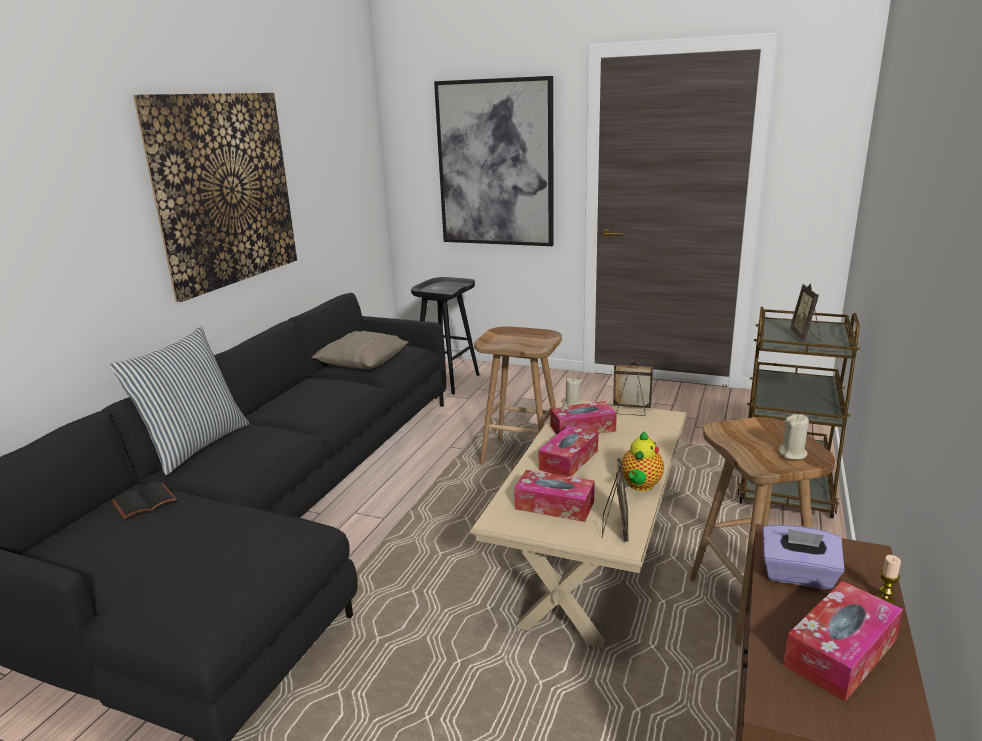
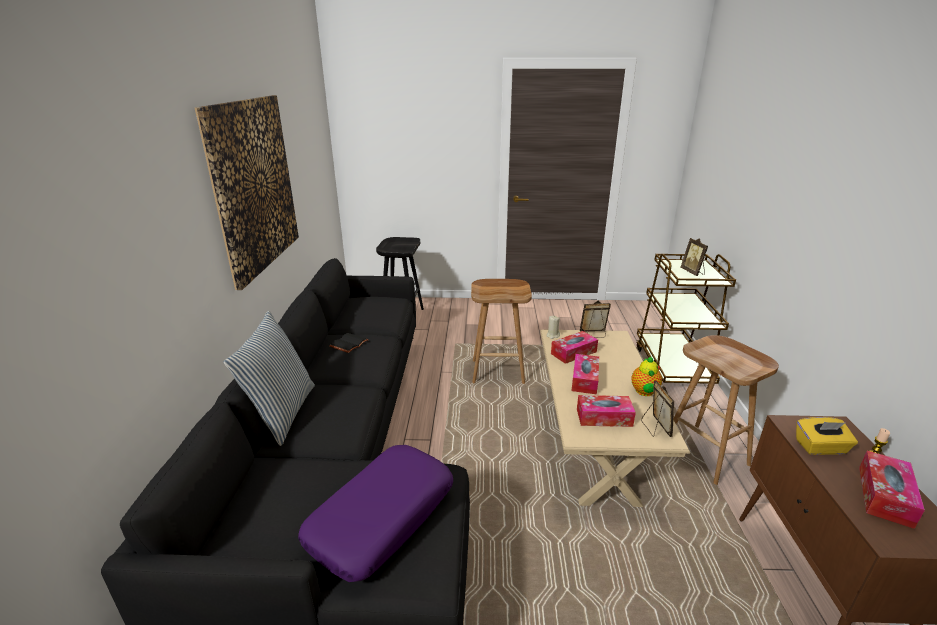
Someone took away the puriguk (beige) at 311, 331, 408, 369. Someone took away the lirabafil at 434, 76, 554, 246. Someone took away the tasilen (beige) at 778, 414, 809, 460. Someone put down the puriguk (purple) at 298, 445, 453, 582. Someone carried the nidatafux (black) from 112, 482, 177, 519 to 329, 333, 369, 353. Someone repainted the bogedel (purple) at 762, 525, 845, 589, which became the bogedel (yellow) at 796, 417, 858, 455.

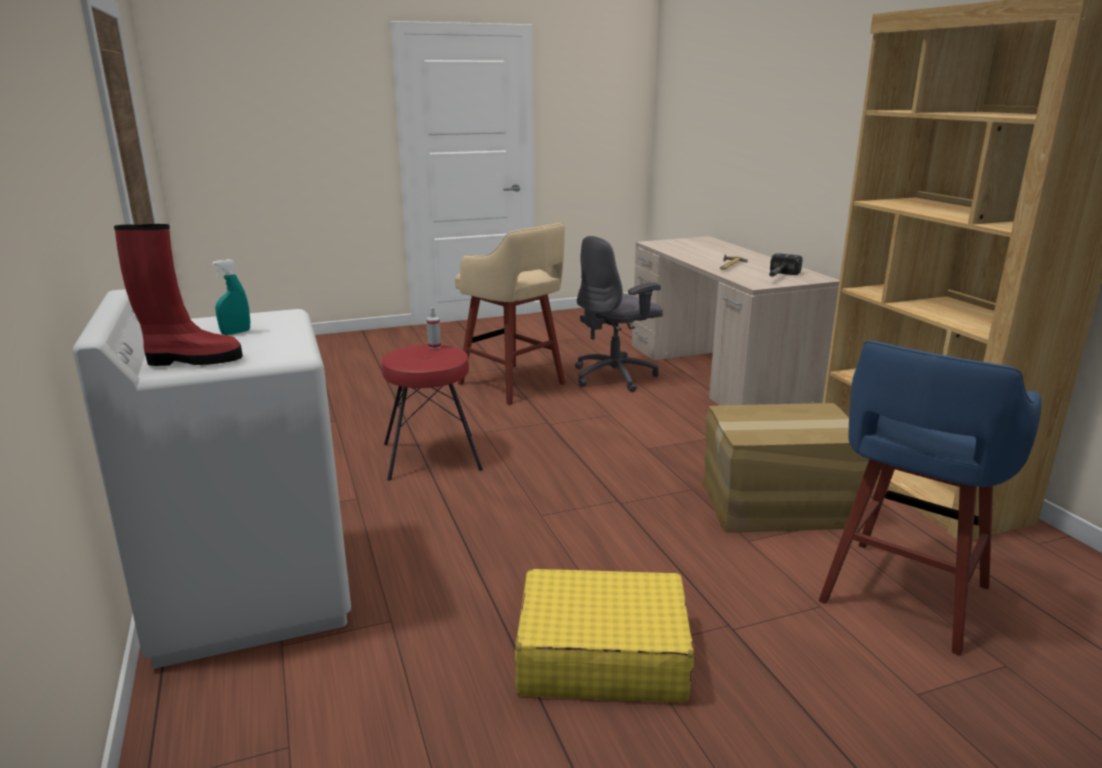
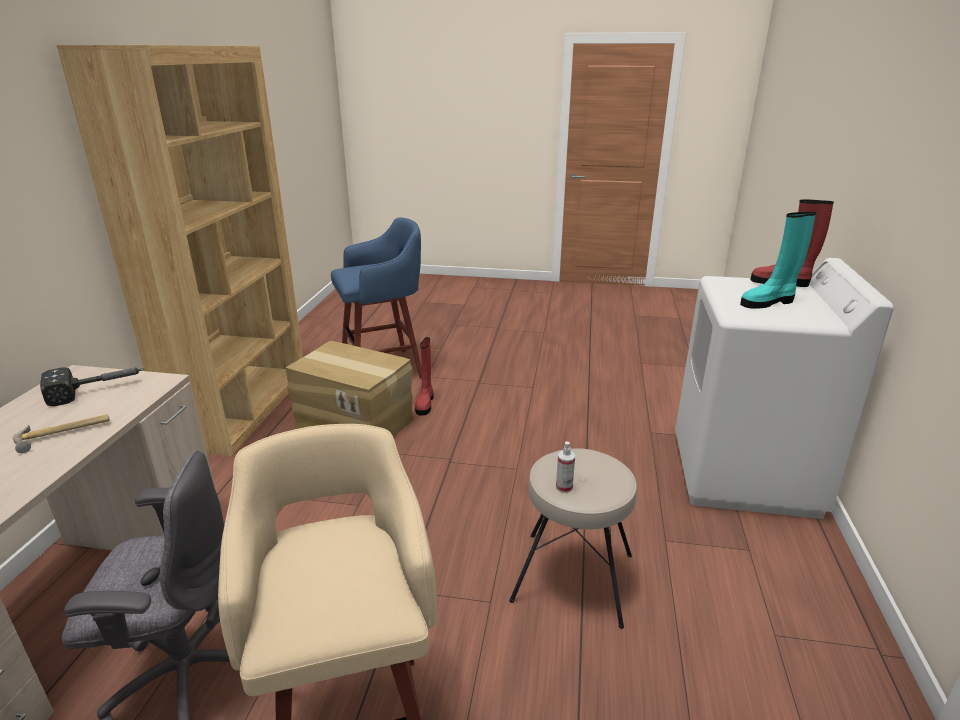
Someone took away the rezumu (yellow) at 515, 569, 694, 702. Someone put down the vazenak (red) at 415, 337, 433, 416. Someone swapped the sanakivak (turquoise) at 212, 259, 250, 335 for the vazenak (turquoise) at 740, 212, 816, 309. Someone repainted the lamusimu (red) at 382, 344, 483, 481, which became the lamusimu (beige) at 509, 448, 637, 629.

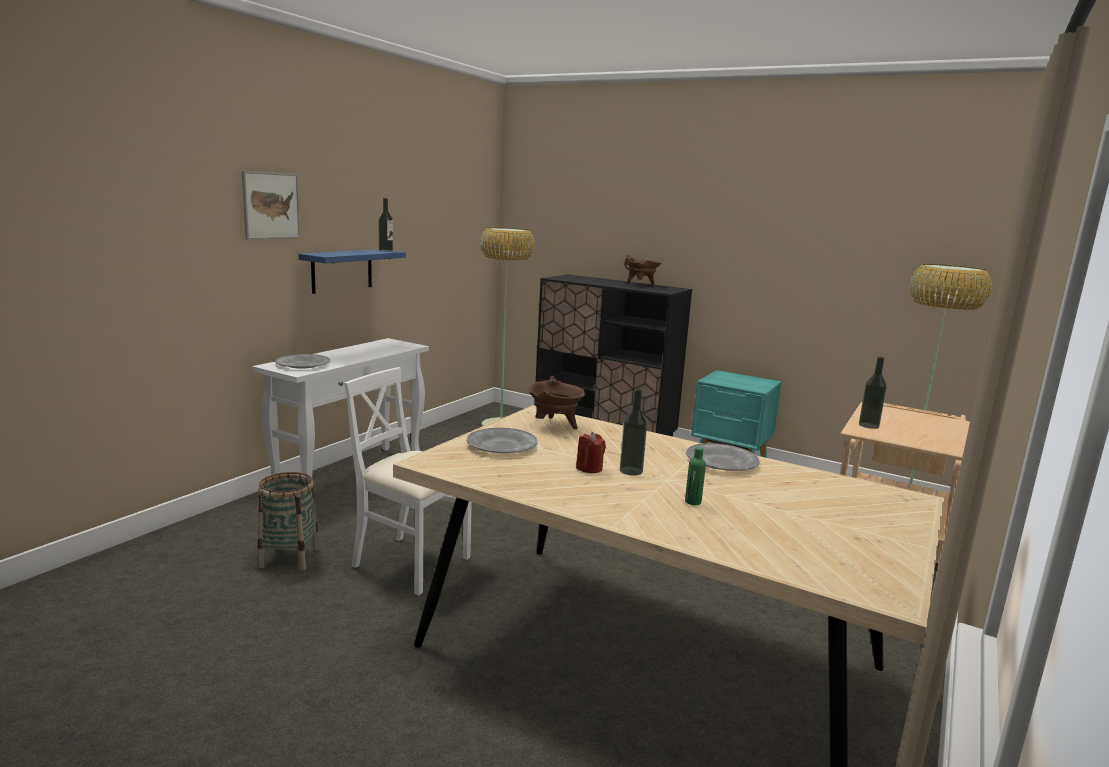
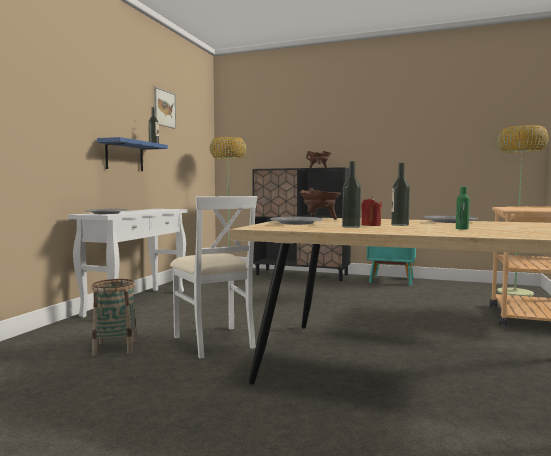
Someone carried the lirabafil from 242, 171, 300, 240 to 154, 87, 176, 129. Someone carried the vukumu from 859, 357, 887, 429 to 342, 161, 361, 228. Someone rotated the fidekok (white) at 344, 367, 472, 595 by 135 degrees counterclockwise.

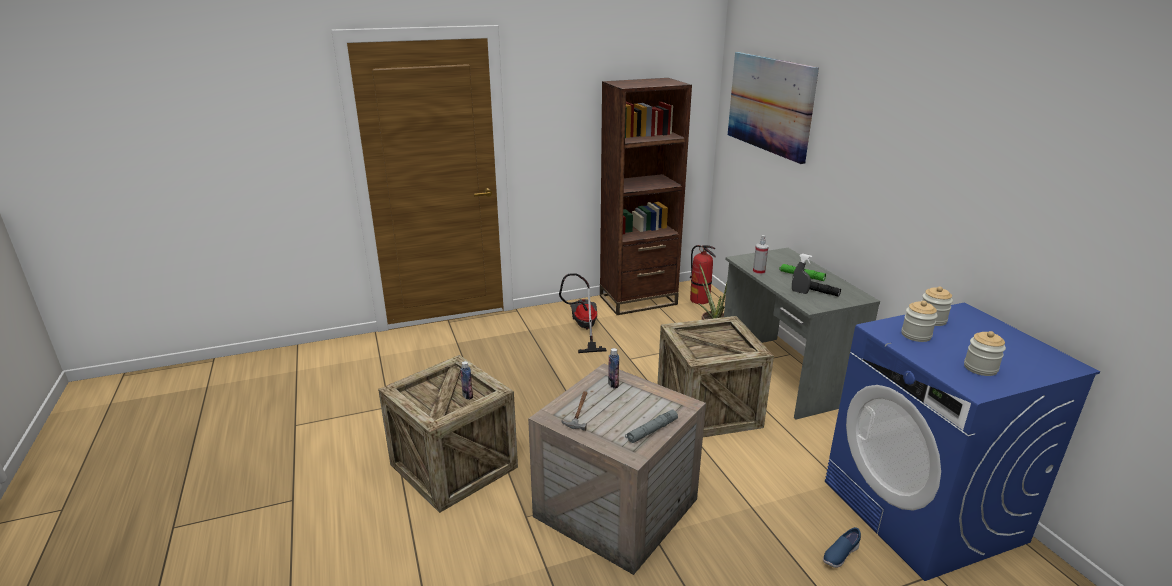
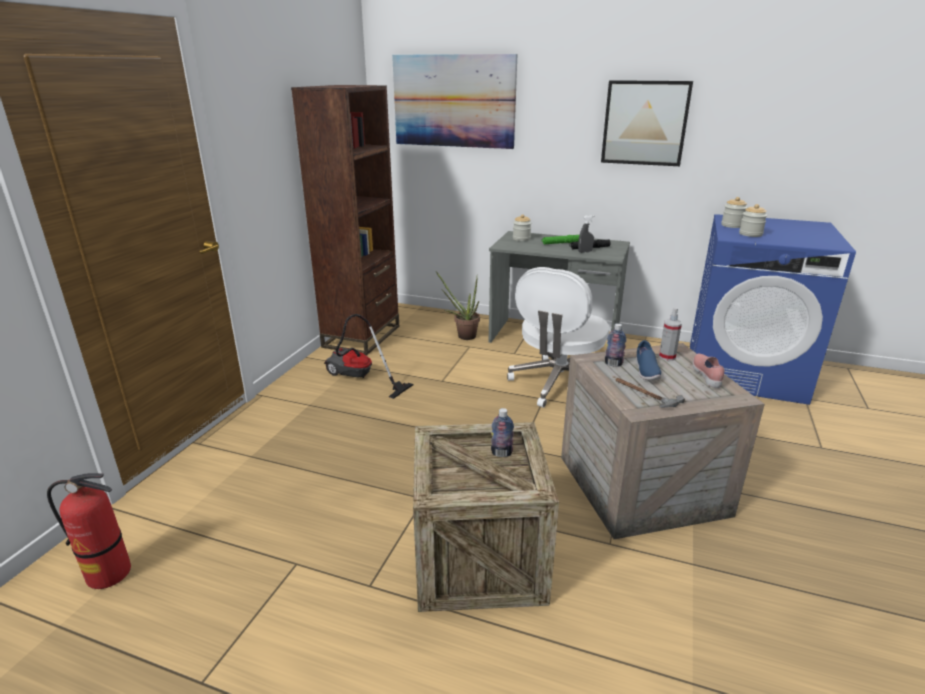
Someone put up the lirabafil at 601, 80, 693, 166. Someone carried the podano from 690, 245, 716, 304 to 47, 473, 131, 589. Someone carried the sanakivak from 753, 235, 769, 275 to 659, 308, 682, 361. Someone carried the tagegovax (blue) from 823, 527, 861, 568 to 636, 340, 661, 380. Someone carried the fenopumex from 964, 331, 1006, 376 to 513, 214, 531, 241. Someone swapped the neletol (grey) at 625, 409, 678, 443 for the tagegovax (pink) at 693, 354, 724, 388. Someone swapped the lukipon at 657, 316, 774, 437 for the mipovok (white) at 507, 267, 609, 408.

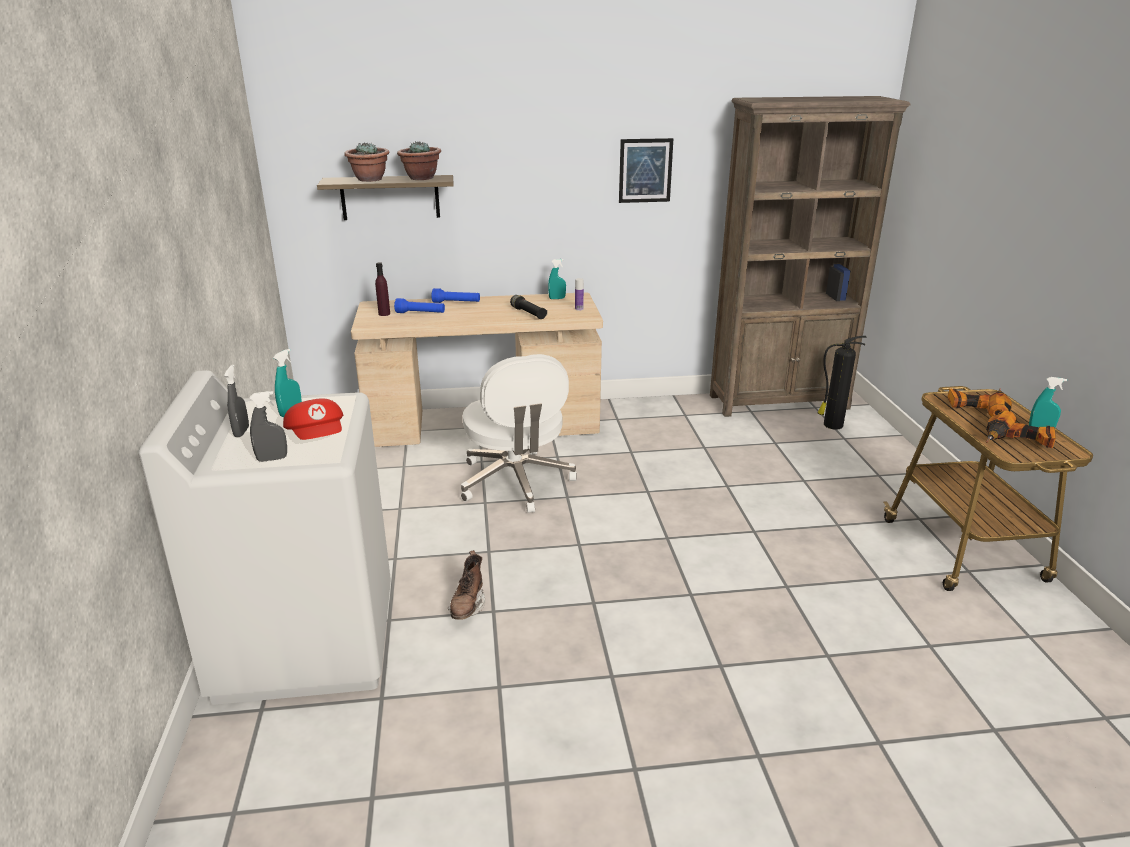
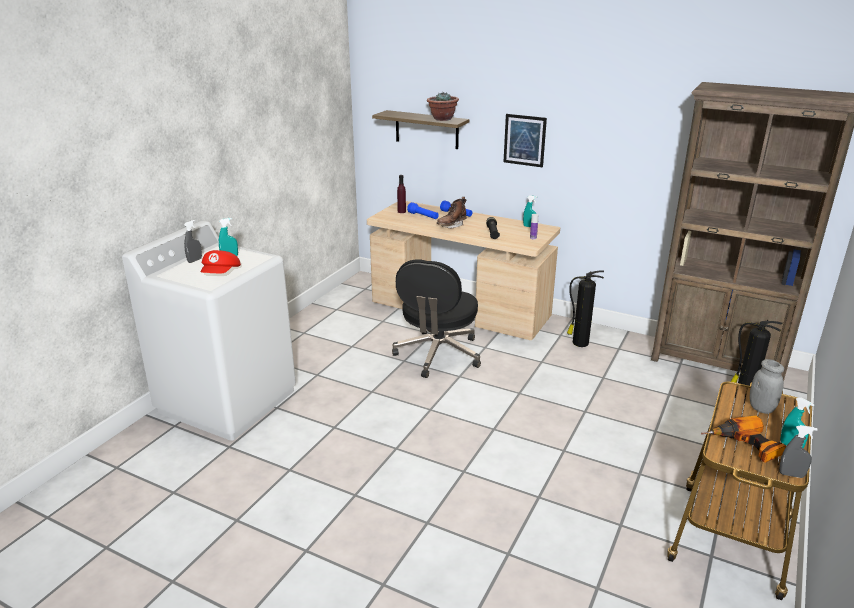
Someone took away the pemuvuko at 344, 143, 389, 182. Someone put down the podano at 567, 270, 604, 347. Someone carried the sanakivak (grey) from 250, 391, 287, 462 to 779, 425, 818, 478. Someone carried the vazenak (brown) from 448, 550, 485, 620 to 437, 197, 466, 228. Someone carried the lirabafil from 619, 138, 673, 203 to 503, 114, 547, 168. Someone swapped the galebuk at 948, 388, 1012, 416 for the fenopumex (grey) at 750, 359, 784, 414. Someone repainted the mipovok (white) at 461, 354, 577, 513, which became the mipovok (black) at 392, 260, 481, 378.

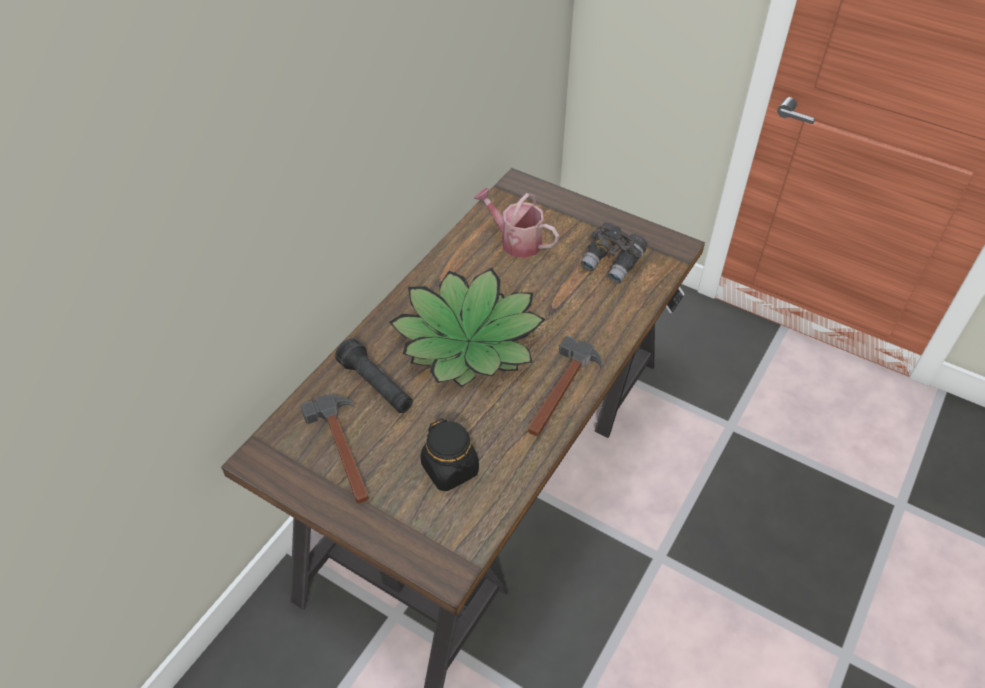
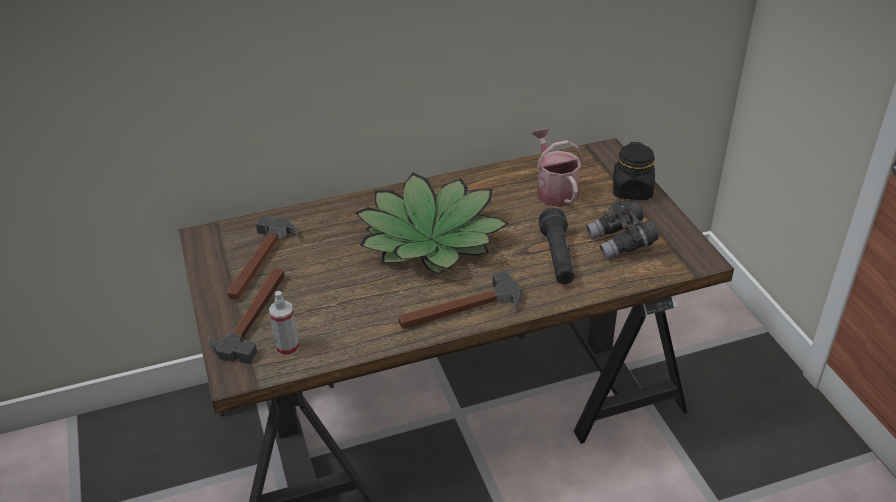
Someone put down the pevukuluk at 208, 268, 285, 364. Someone put down the sanakivak at 269, 291, 299, 356. Someone carried the neletol (black) from 335, 338, 413, 413 to 538, 208, 575, 284. Someone carried the fenopumex (black) from 420, 418, 479, 491 to 613, 142, 655, 200.

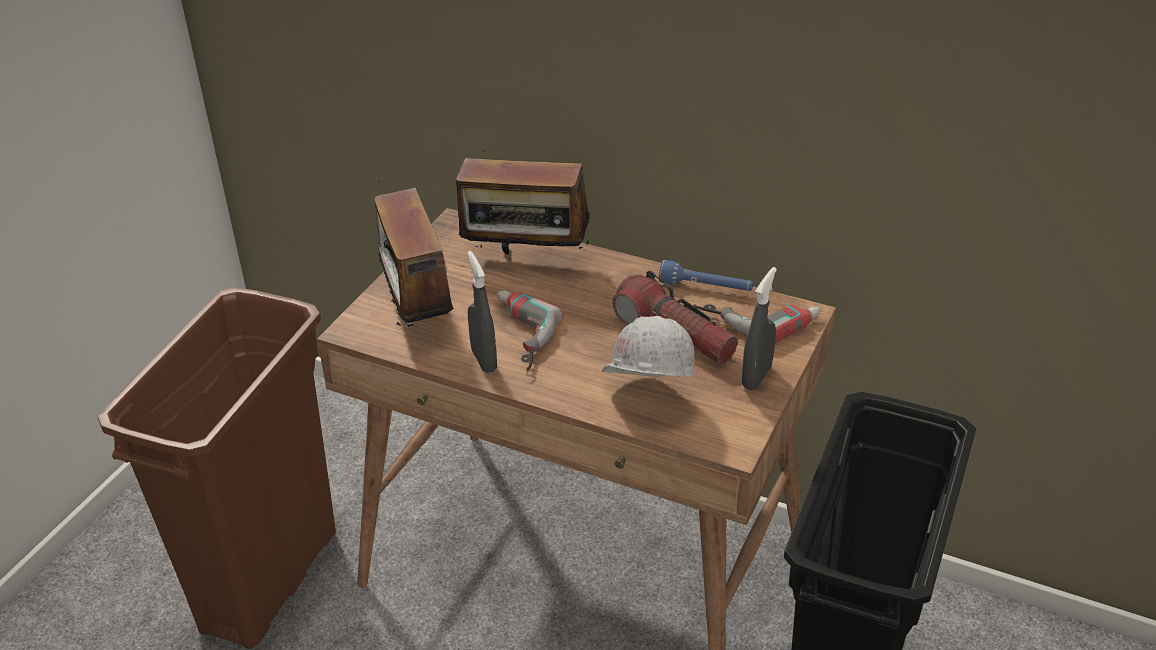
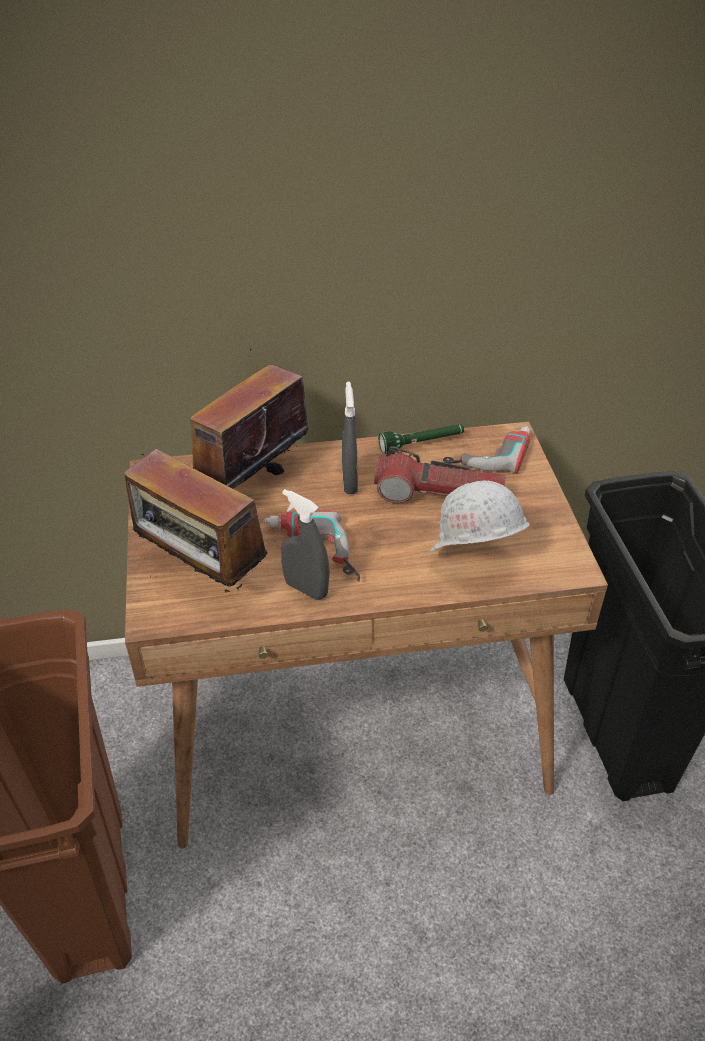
Someone carried the sanakivak (grey) from 742, 267, 777, 390 to 342, 382, 358, 494. Someone repainted the neletol (blue) at 659, 260, 753, 291, which became the neletol (green) at 378, 424, 464, 454. Someone rotated the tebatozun at 456, 150, 590, 260 by 150 degrees clockwise.

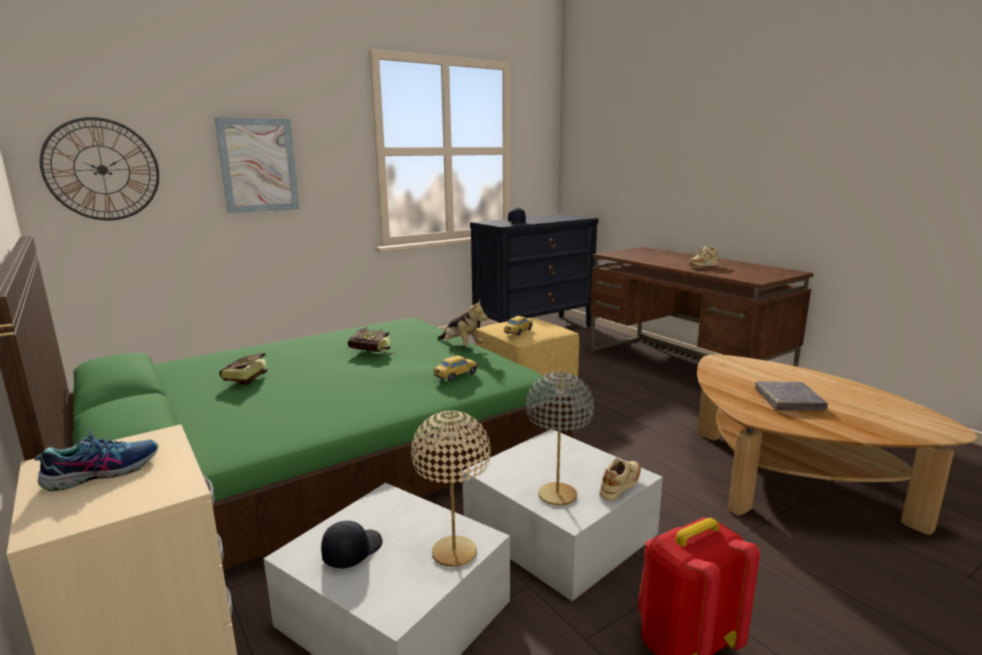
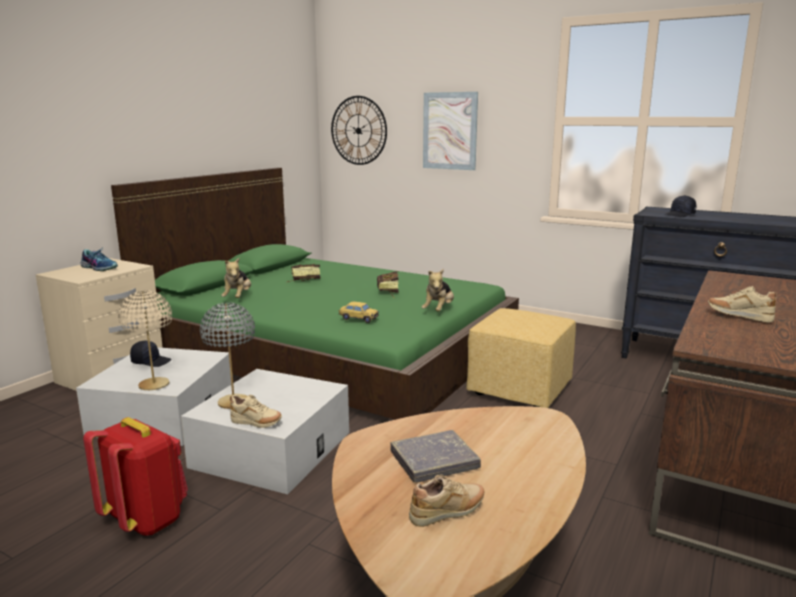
Someone took away the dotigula at 504, 316, 533, 336. Someone put down the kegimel at 221, 258, 251, 298. Someone put down the tagegovax (beige) at 409, 474, 485, 527.

